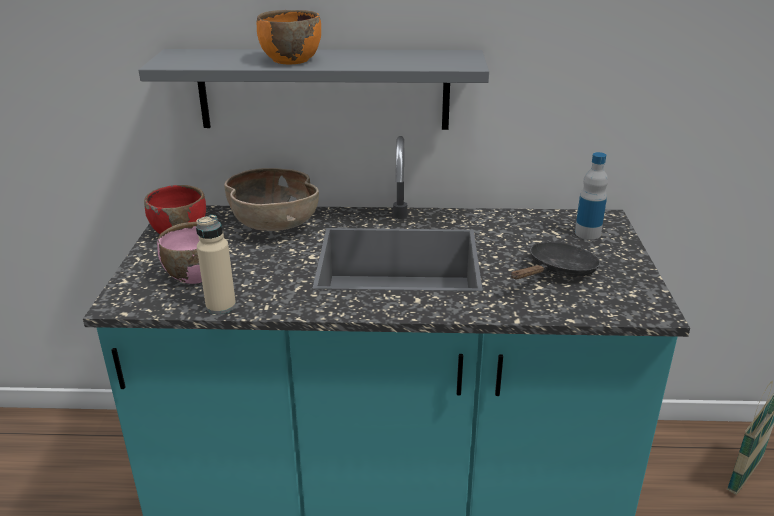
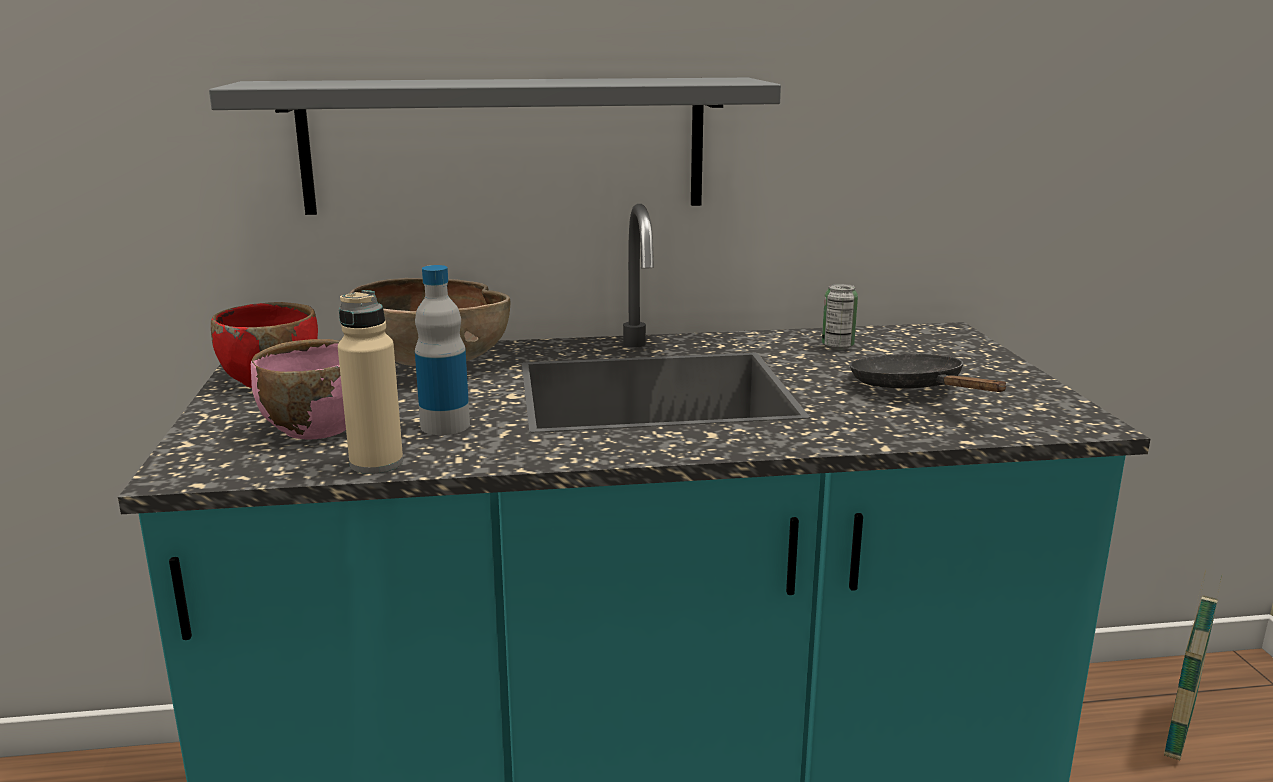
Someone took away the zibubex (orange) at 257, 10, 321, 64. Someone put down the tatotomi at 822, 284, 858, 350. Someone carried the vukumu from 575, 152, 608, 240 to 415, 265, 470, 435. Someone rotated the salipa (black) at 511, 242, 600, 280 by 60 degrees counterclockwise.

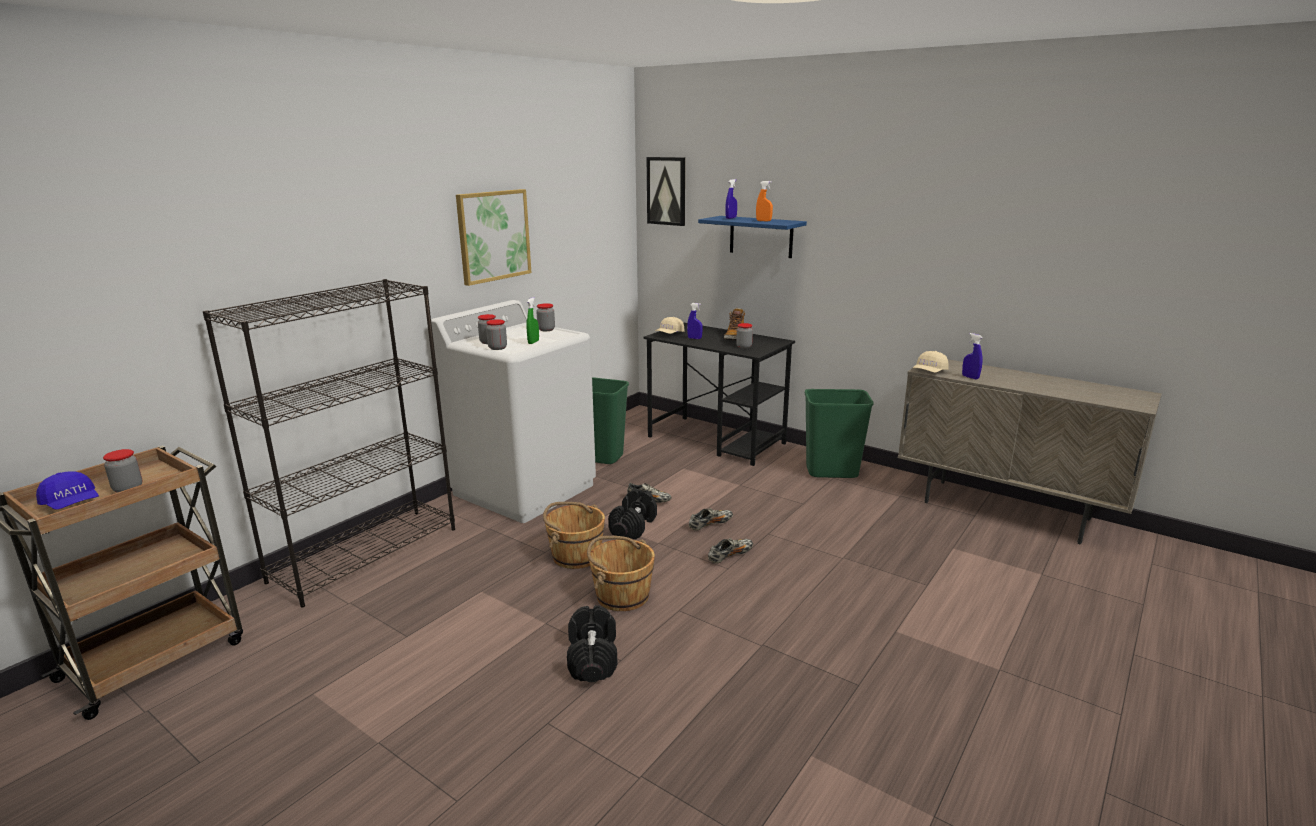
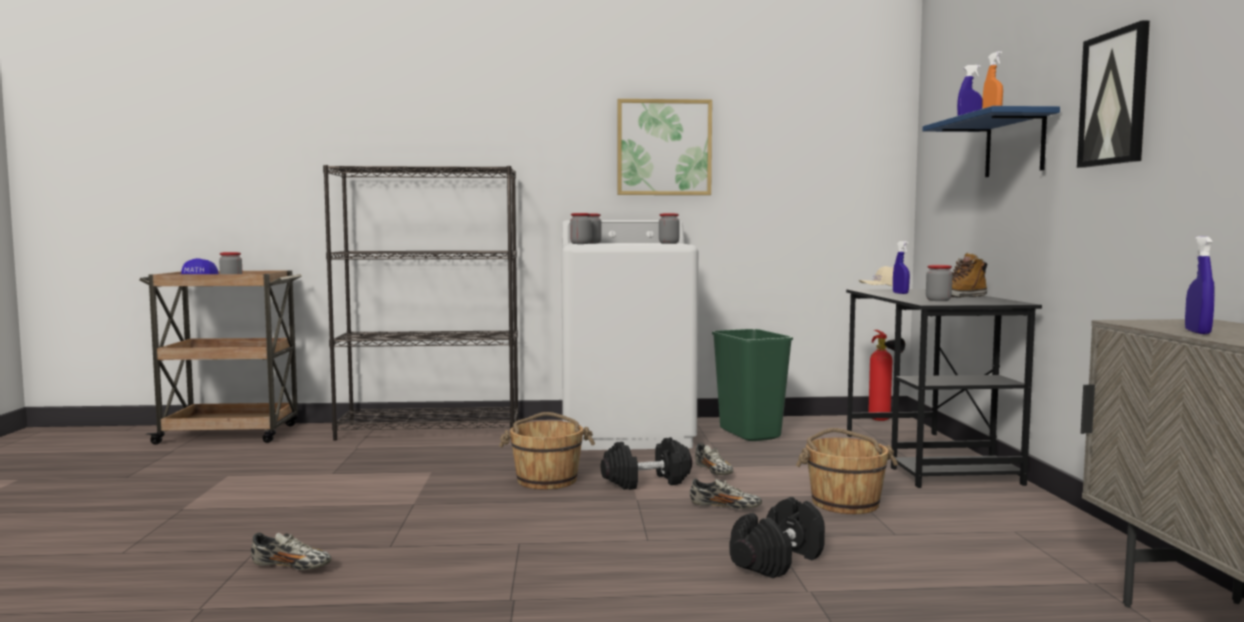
Someone took away the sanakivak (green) at 526, 297, 539, 344. Someone took away the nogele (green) at 805, 389, 874, 478. Someone took away the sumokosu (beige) at 913, 351, 949, 373. Someone put down the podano at 868, 330, 905, 421. Someone carried the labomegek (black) from 567, 605, 618, 682 to 730, 497, 825, 578. Someone carried the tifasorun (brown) from 587, 536, 655, 611 to 795, 428, 898, 514. Someone carried the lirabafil from 647, 157, 685, 226 to 1077, 21, 1150, 168. Someone carried the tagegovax from 708, 538, 753, 564 to 251, 533, 332, 570.

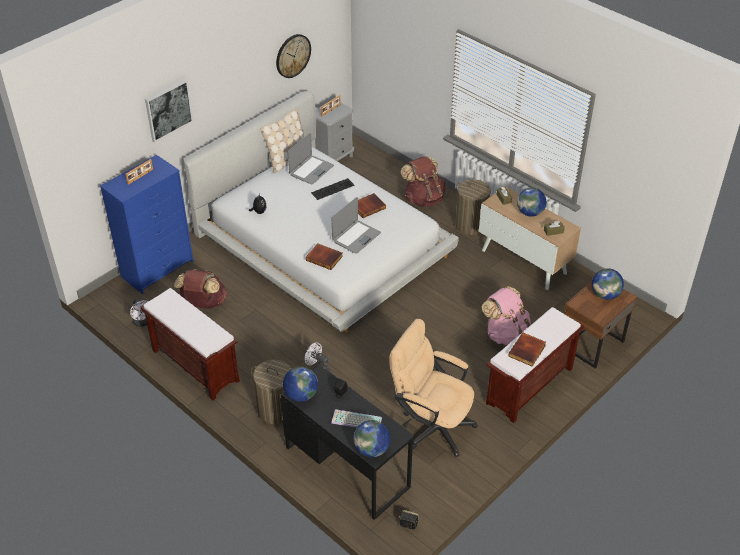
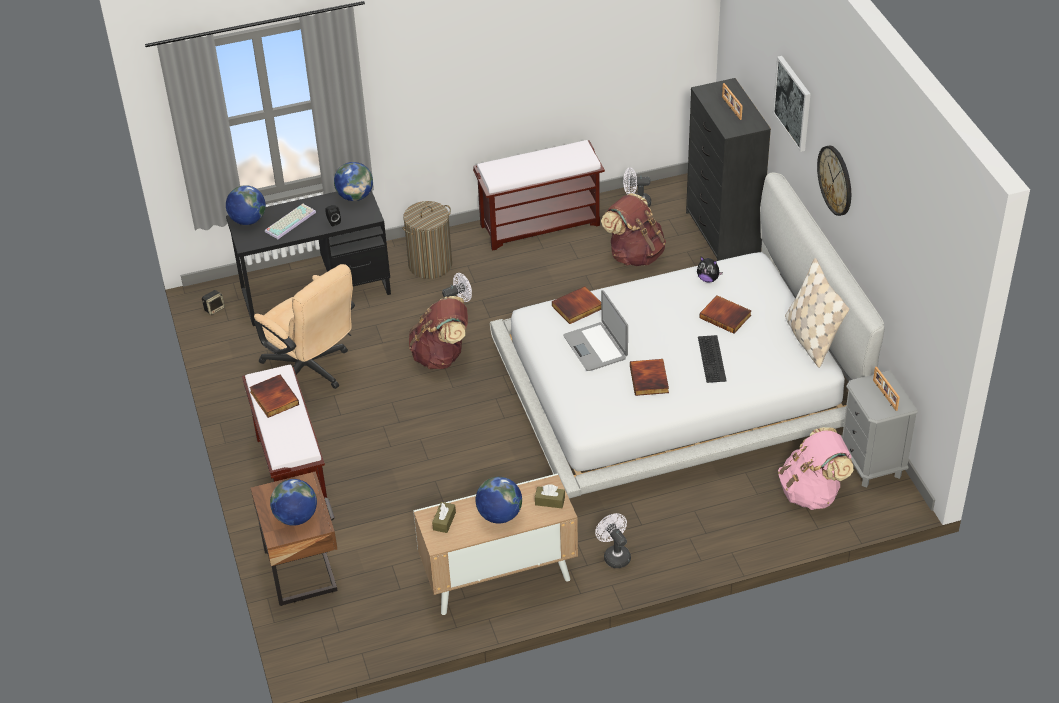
Someone took away the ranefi at 288, 133, 334, 184. Someone put down the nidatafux at 699, 295, 751, 334. Someone carried the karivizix from 276, 34, 311, 78 to 817, 145, 851, 216. Someone carried the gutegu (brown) from 401, 156, 445, 207 to 409, 296, 468, 369. Someone carried the gutegu (pink) from 482, 286, 531, 345 to 778, 427, 854, 510. Someone swapped the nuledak at 455, 179, 491, 235 for the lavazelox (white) at 595, 513, 631, 568. Someone repainted the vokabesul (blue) at 100, 155, 194, 294, which became the vokabesul (black) at 686, 78, 771, 261. Someone rotated the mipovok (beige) at 390, 319, 478, 457 by 75 degrees clockwise.

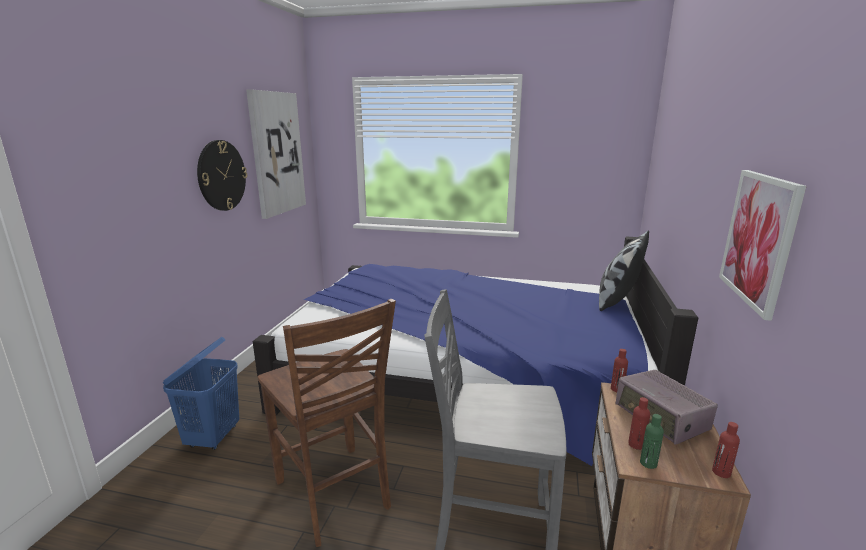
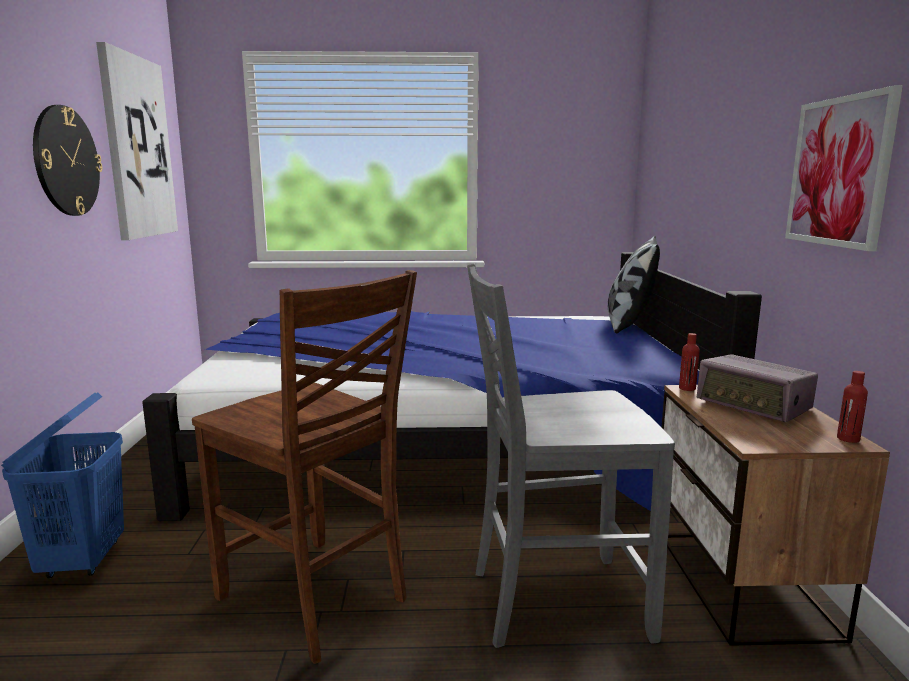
Someone took away the vukumu (red) at 628, 397, 650, 450. Someone took away the vukumu (green) at 640, 414, 664, 469.

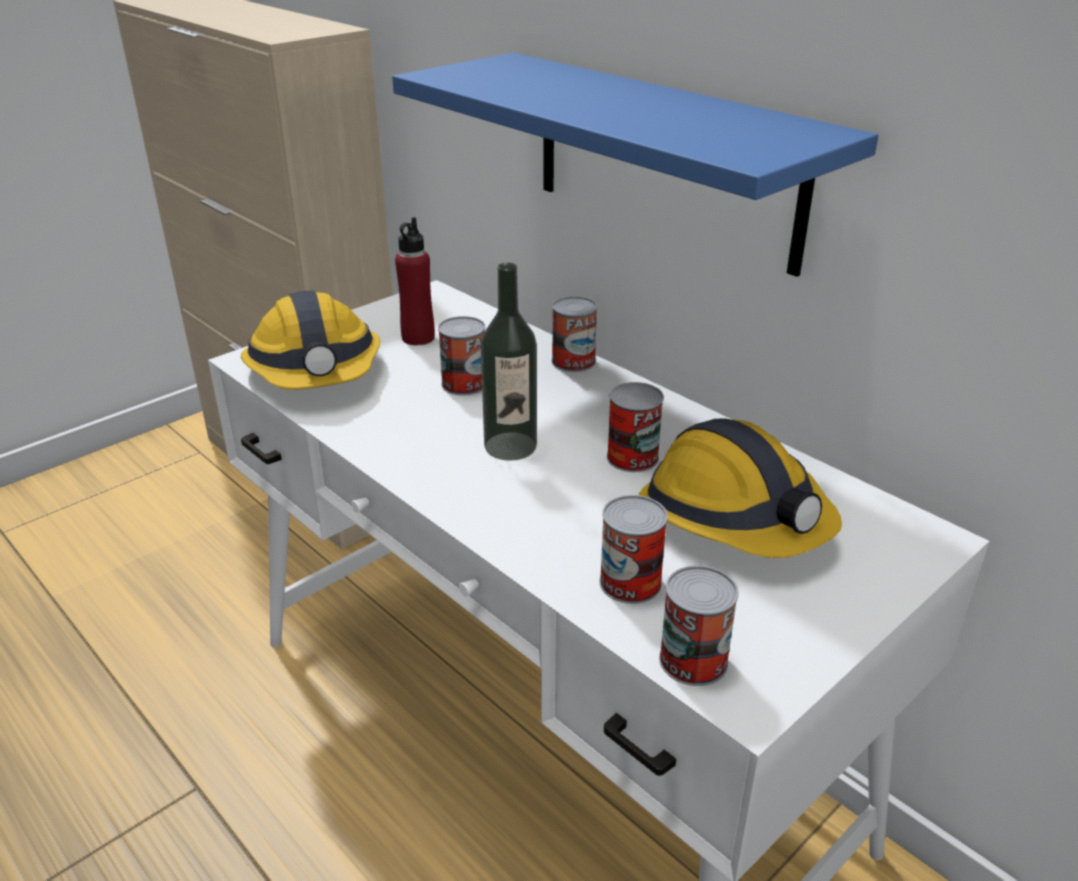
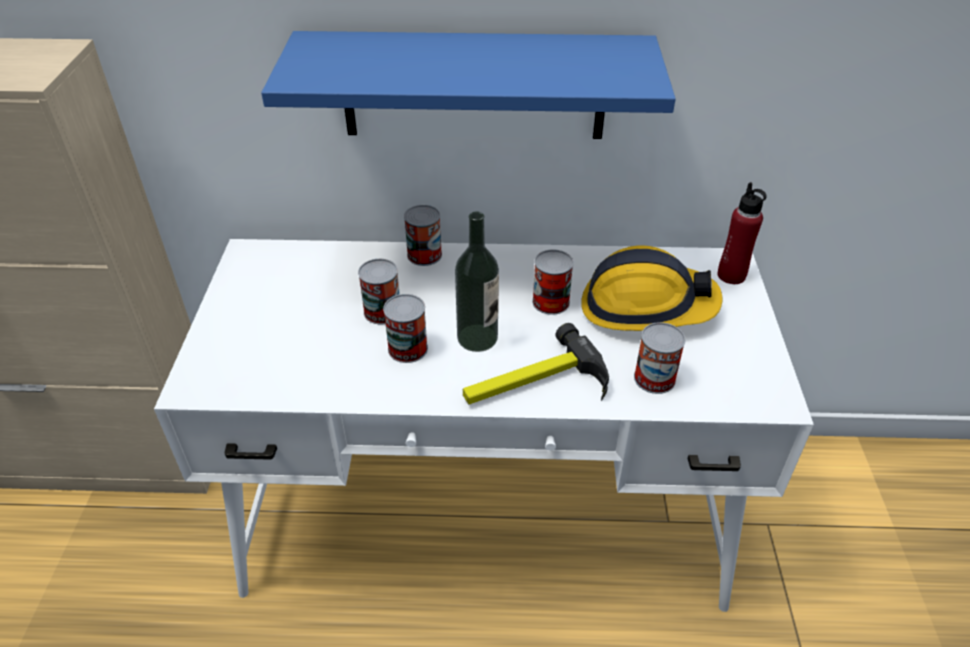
Someone took away the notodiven at 241, 290, 380, 390. Someone put down the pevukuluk at 463, 323, 609, 404. Someone carried the vukumu (red) from 395, 217, 435, 345 to 717, 182, 767, 284. Someone carried the tatotomi from 659, 565, 738, 686 to 383, 294, 428, 363.

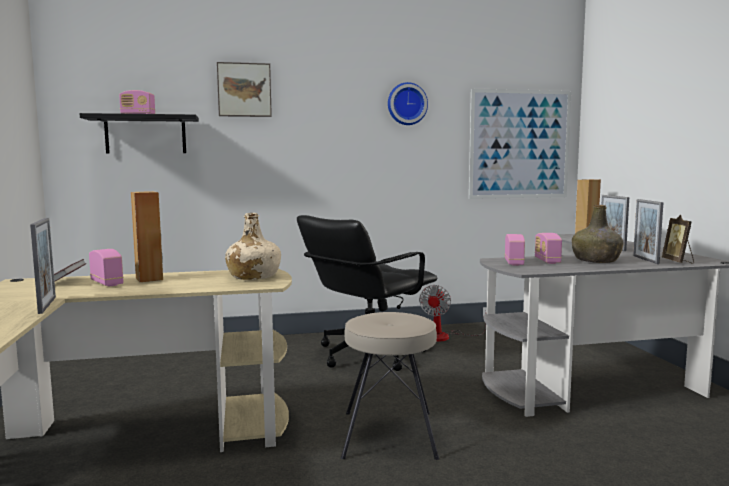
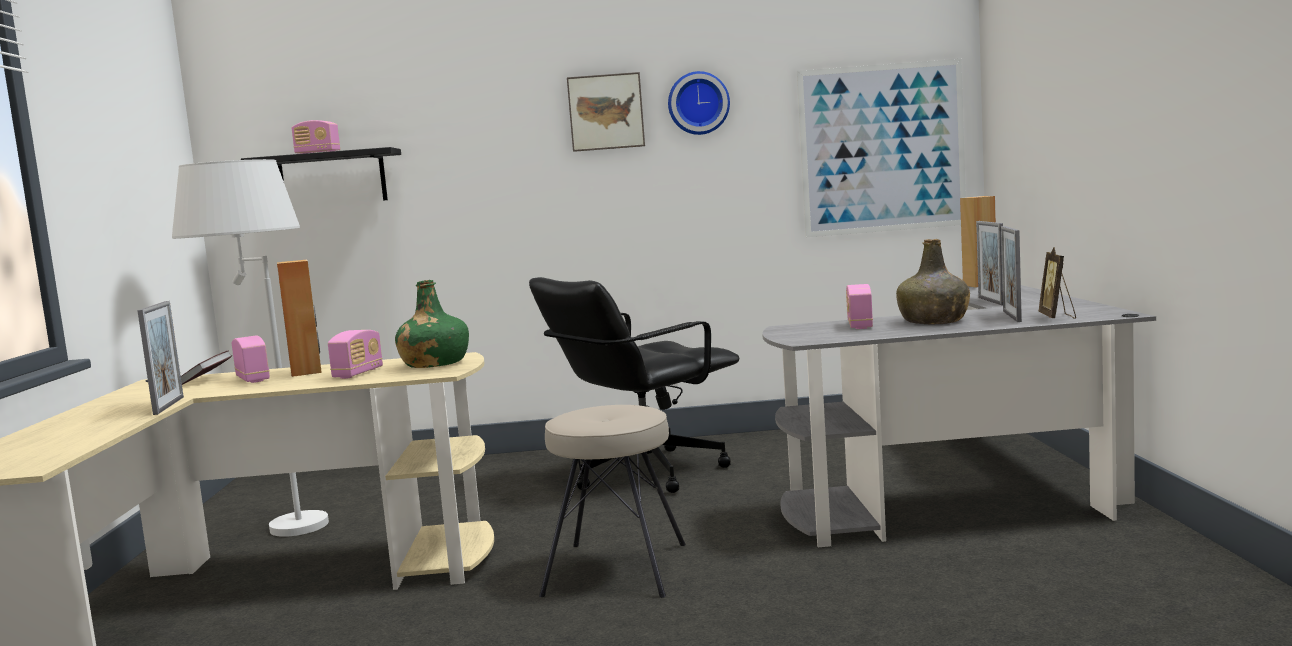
Someone took away the lavazelox at 419, 285, 487, 342. Someone put down the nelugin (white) at 172, 159, 329, 537. Someone carried the lirabafil from 217, 62, 272, 117 to 567, 72, 645, 152. Someone carried the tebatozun from 505, 234, 525, 266 to 328, 330, 383, 379. Someone repainted the vukumu (beige) at 225, 213, 281, 280, which became the vukumu (green) at 395, 280, 469, 368.

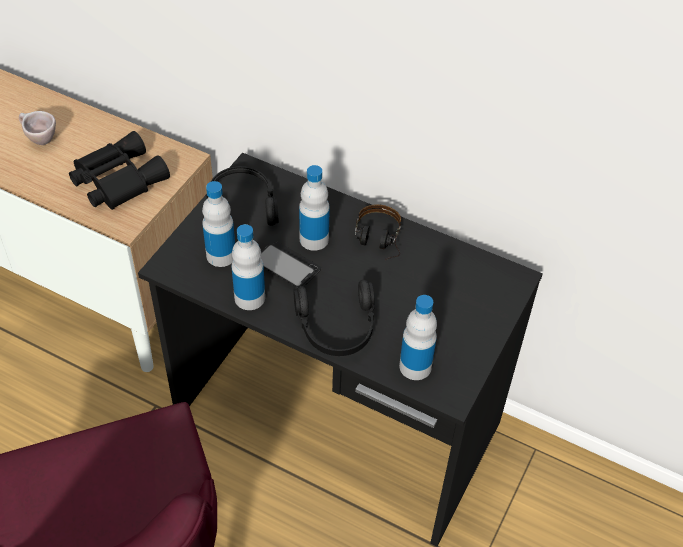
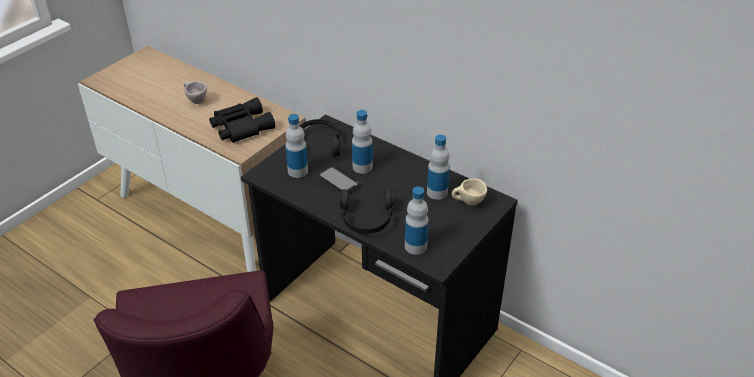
Someone took away the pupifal at 355, 205, 401, 260. Someone put down the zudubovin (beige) at 452, 178, 487, 206. Someone carried the vukumu from 232, 224, 265, 310 to 427, 134, 450, 200.

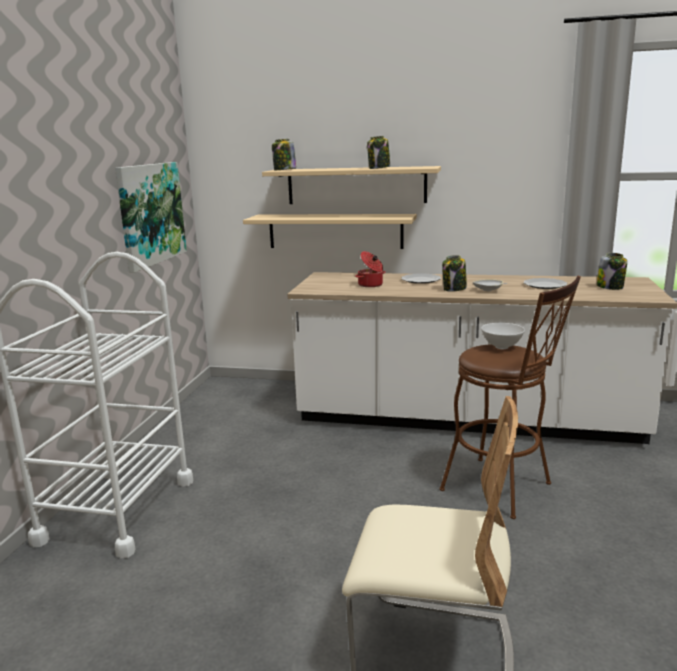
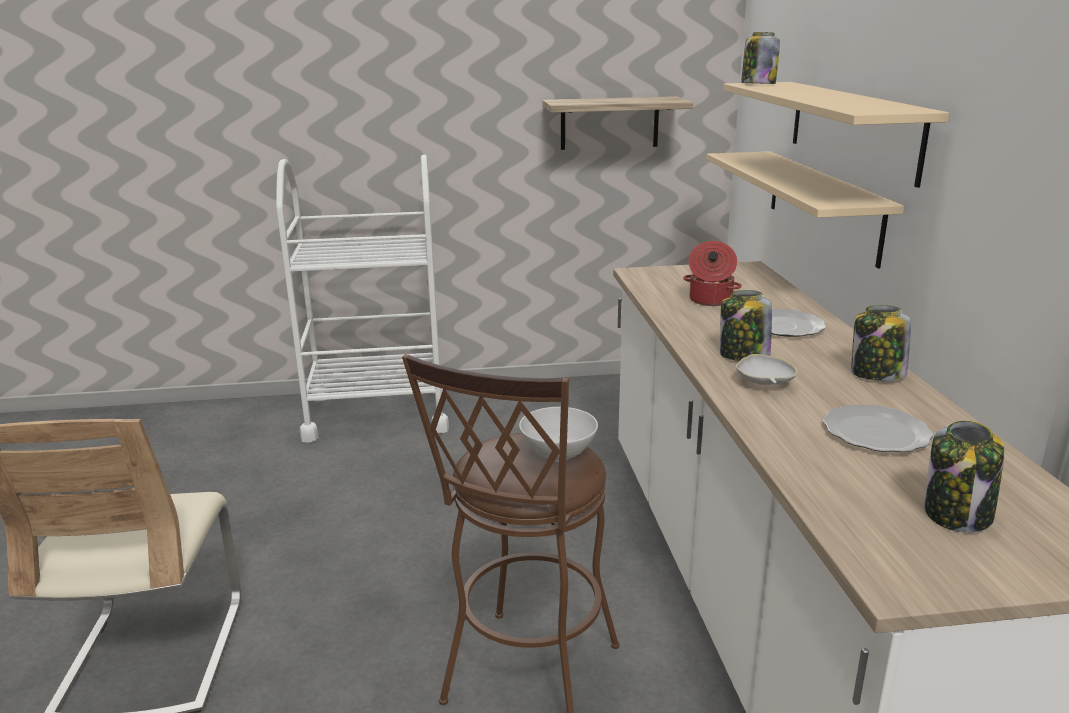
Someone carried the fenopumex from 367, 136, 390, 169 to 851, 305, 911, 381. Someone swapped the lirabafil at 115, 162, 187, 273 for the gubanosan at 543, 96, 693, 150.

